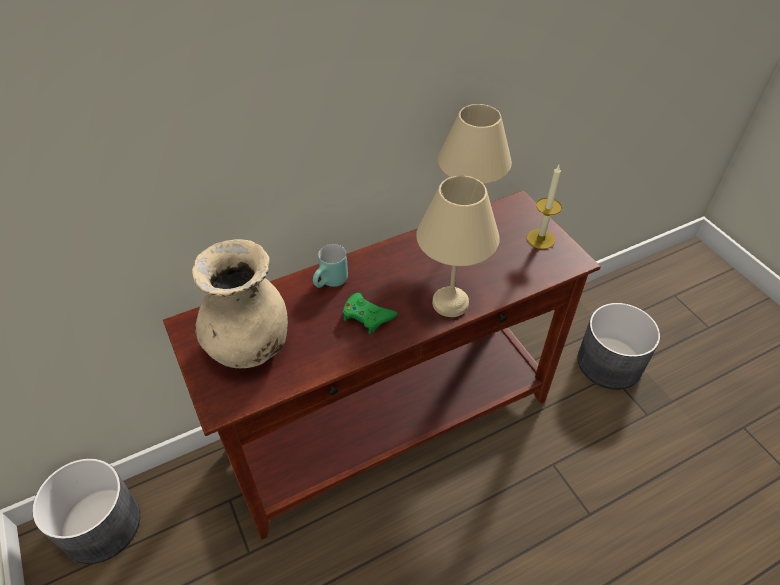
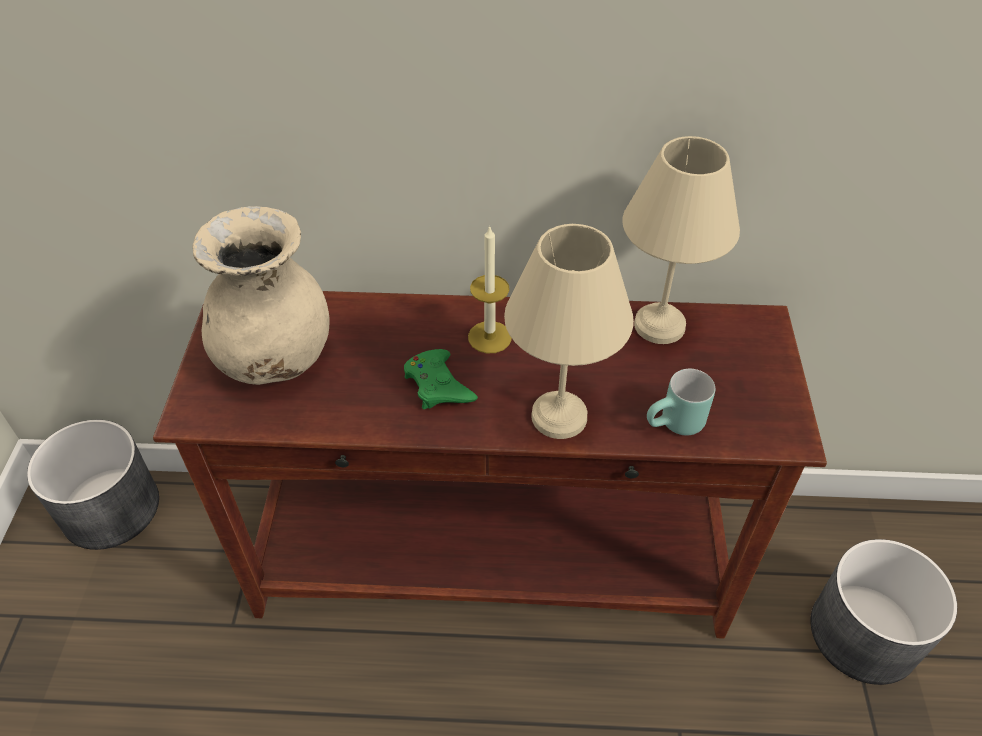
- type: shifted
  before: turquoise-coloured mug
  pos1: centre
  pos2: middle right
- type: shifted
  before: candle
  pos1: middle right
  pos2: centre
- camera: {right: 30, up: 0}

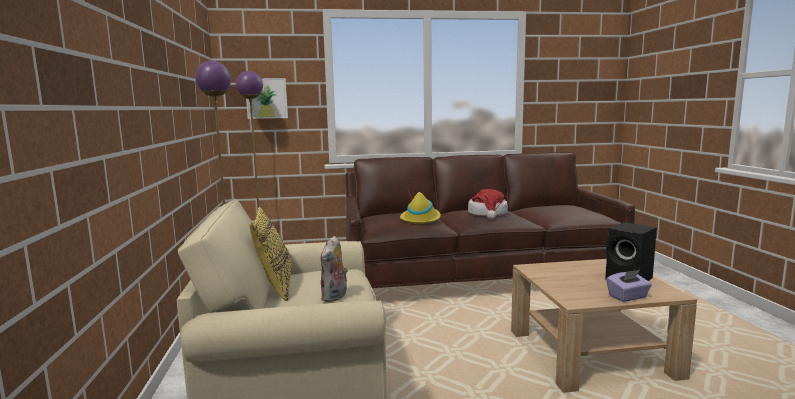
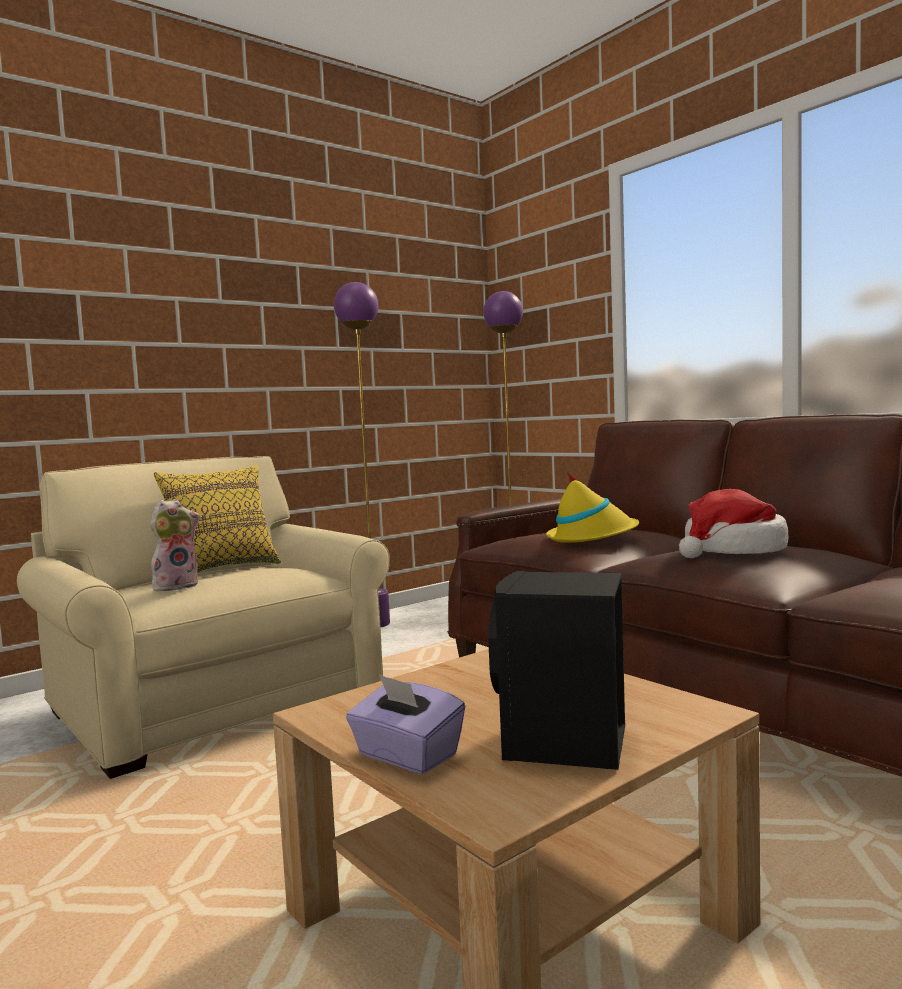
- type: gone
  before: wall picture
  pos1: top centre
- type: rotated
  before: cuddly toy
  pos1: bottom centre
  pos2: middle left
  turn: 150
- camera: {right: 60, up: -5}

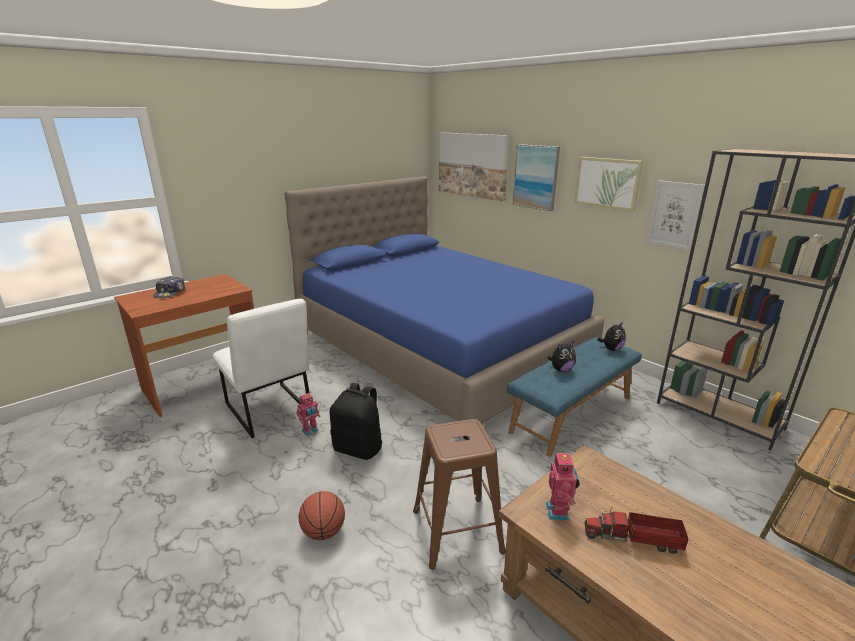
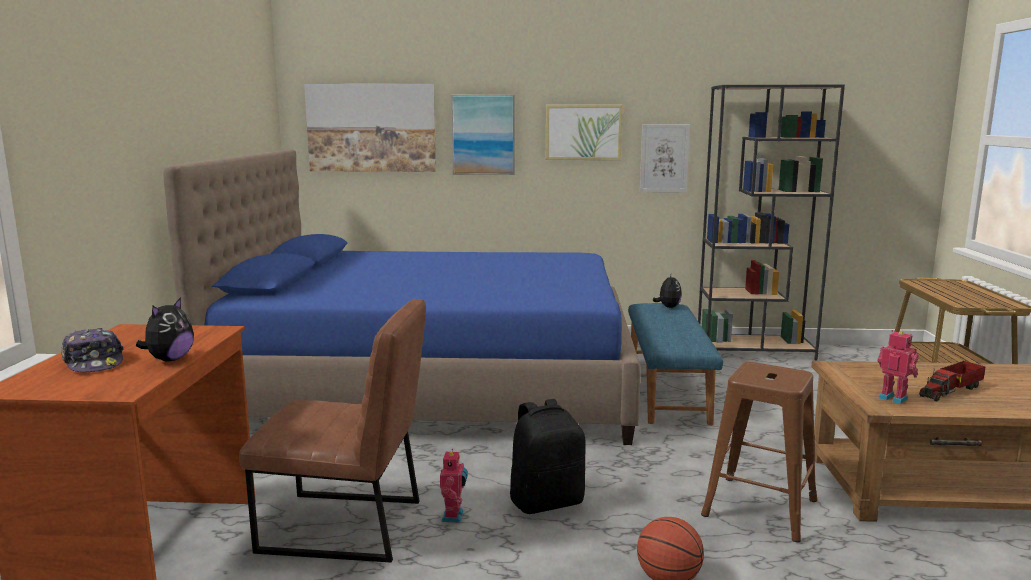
- type: repainted
  before: white plain chair
  after: brown plain chair
  pos1: middle left
  pos2: bottom left
- type: shifted
  before: cuddly toy (no. 1 from left)
  pos1: centre
  pos2: middle left
- camera: {right: -45, up: -10}

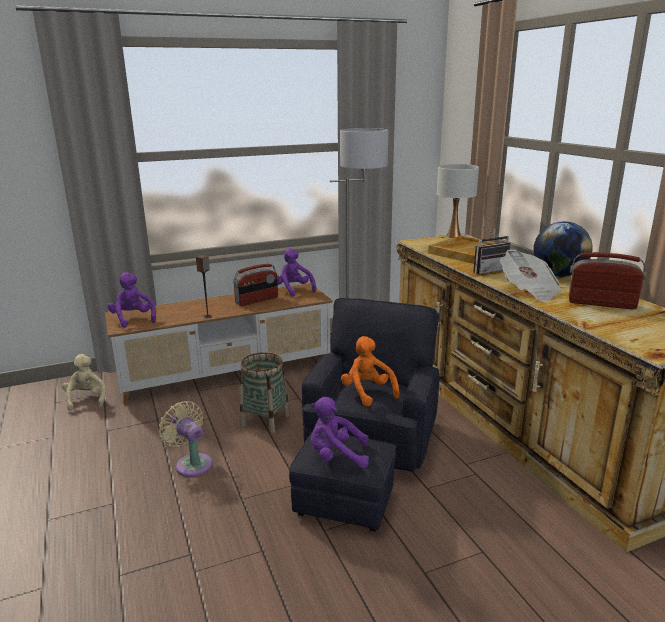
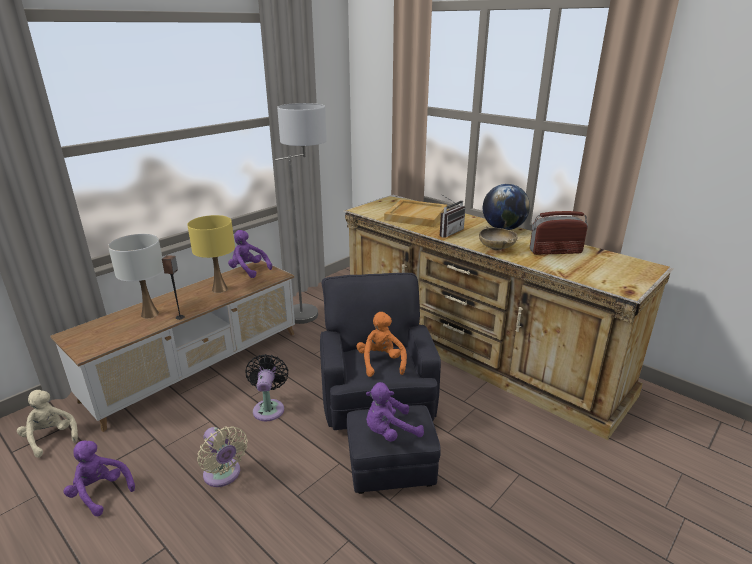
- type: shifted
  before: purple cuddly toy (no. 1 from left)
  pos1: middle left
  pos2: bottom left
- type: rotated
  before: sand-coloured electric fan
  pos1: bottom left
  pos2: bottom left
  turn: -150
- type: swapped
  before: radio receiver (no. 1 from left)
  after: yellow lamp for a table
  pos1: centre
  pos2: middle left
- type: swapped
  before: storage basket
  after: black-coloured electric fan
  pos1: centre
  pos2: bottom centre
- type: rotated
  before: orange cuddly toy
  pos1: centre
  pos2: centre
  turn: 45
- type: shifted
  before: white lamp for a table
  pos1: top right
  pos2: middle left
- type: swapped
  before: newspaper
  after: sand-coloured serving bowl
  pos1: middle right
  pos2: centre
- camera: {right: -25, up: 5}

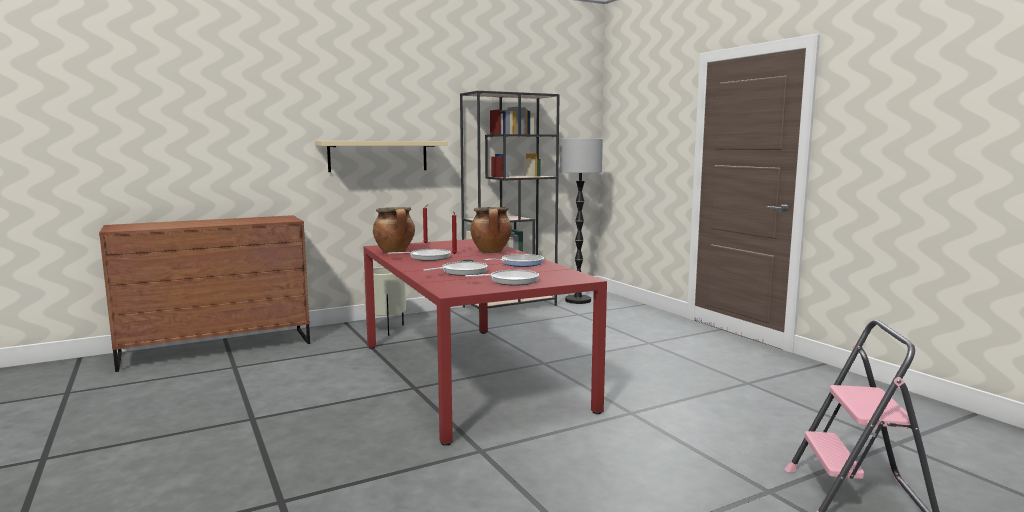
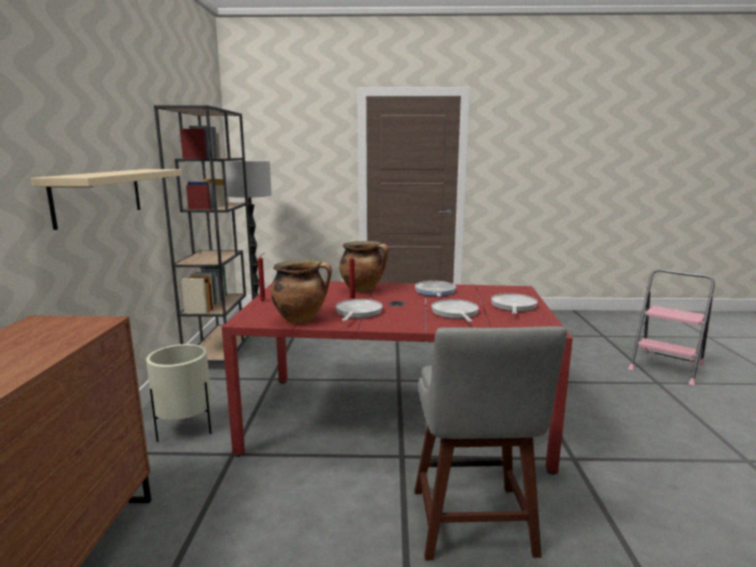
- type: new
  after: greyish plain chair
  pos2: bottom centre
- camera: {right: -60, up: 5}

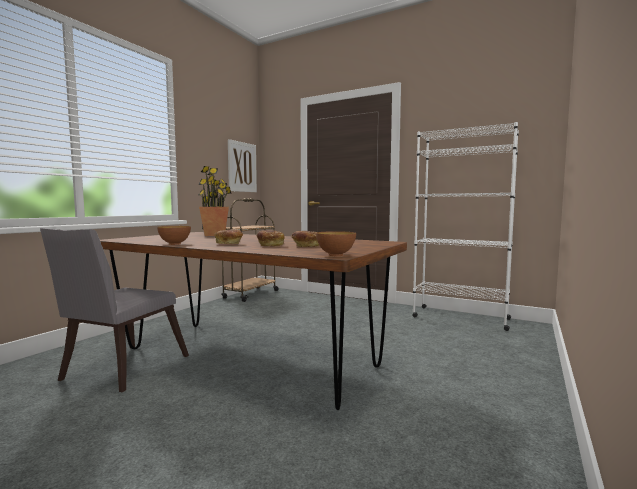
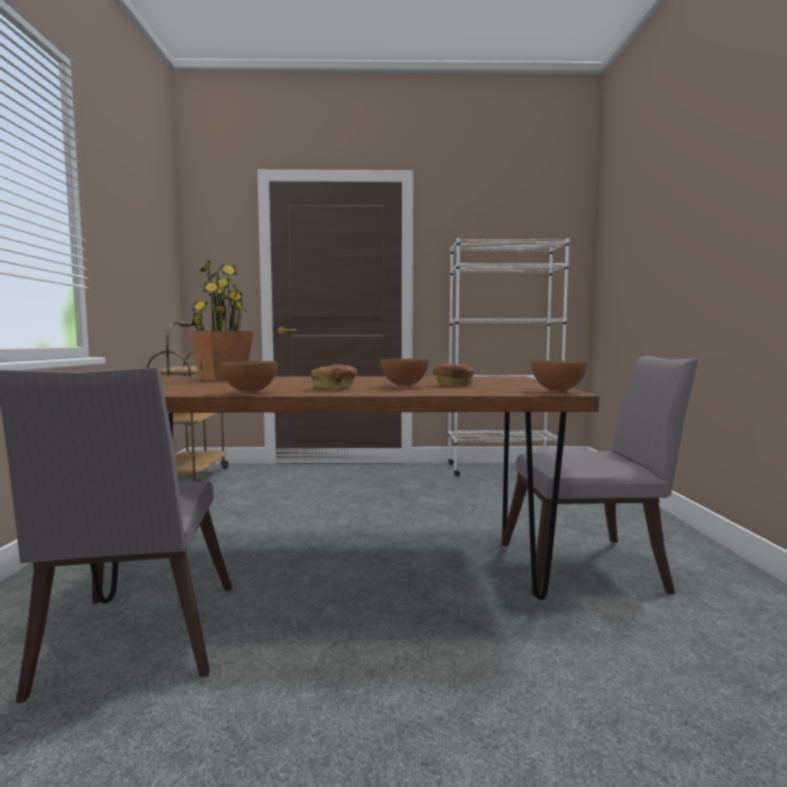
- type: gone
  before: wall picture
  pos1: centre
- type: swapped
  before: bread (no. 2 from left)
  after: serving bowl (no. 2 from left)
  pos1: centre
  pos2: centre
- type: new
  after: greyish plain chair (no. 2 from left)
  pos2: middle right
- camera: {right: -30, up: 0}

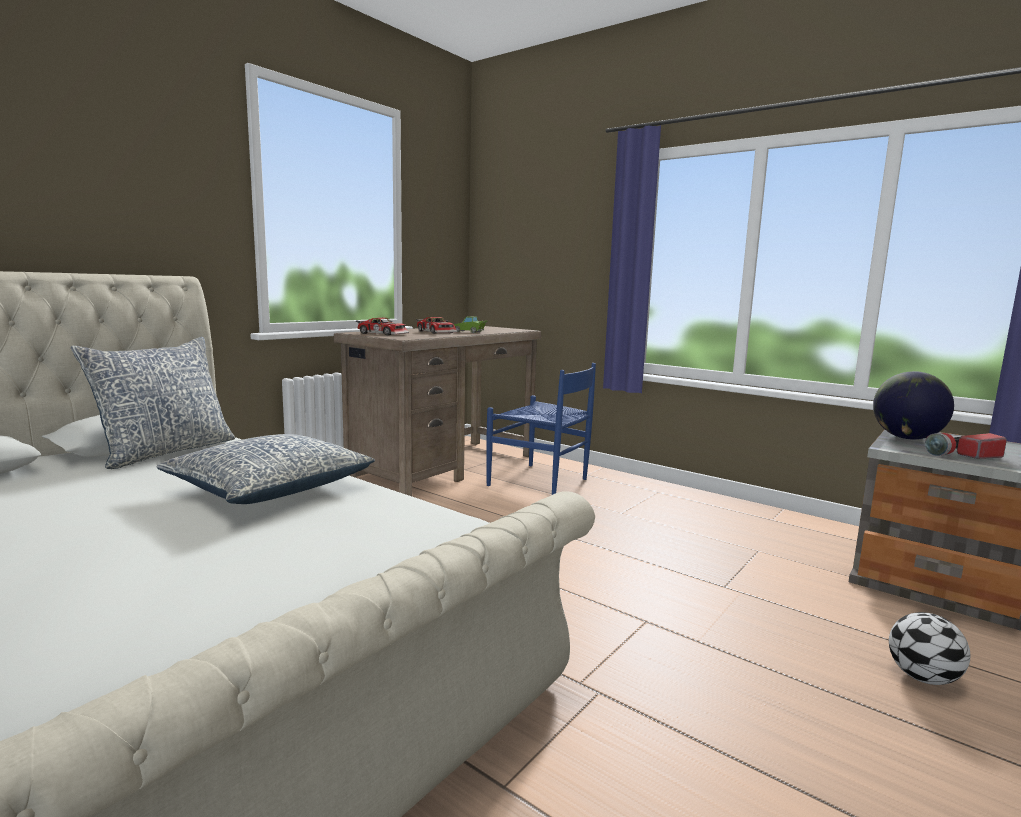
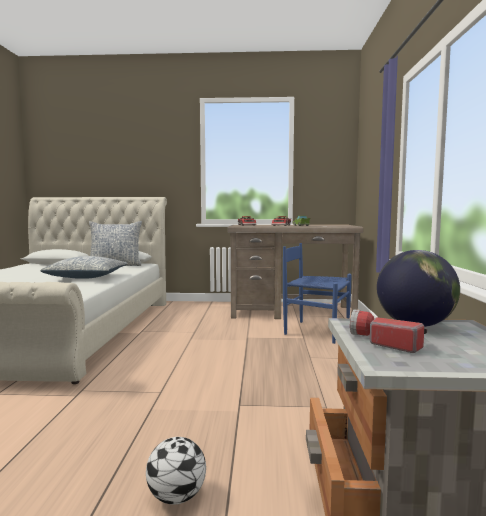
- type: rotated
  before: blue-coloured plain chair
  pos1: centre
  pos2: centre
  turn: 120
- camera: {right: 55, up: -5}

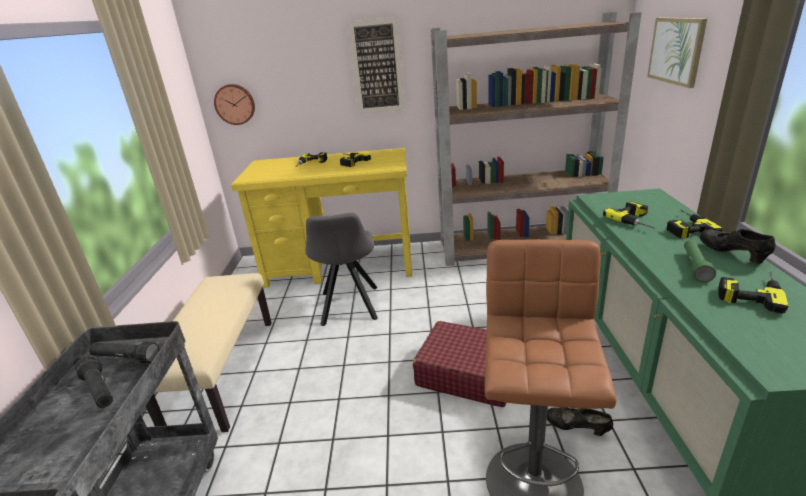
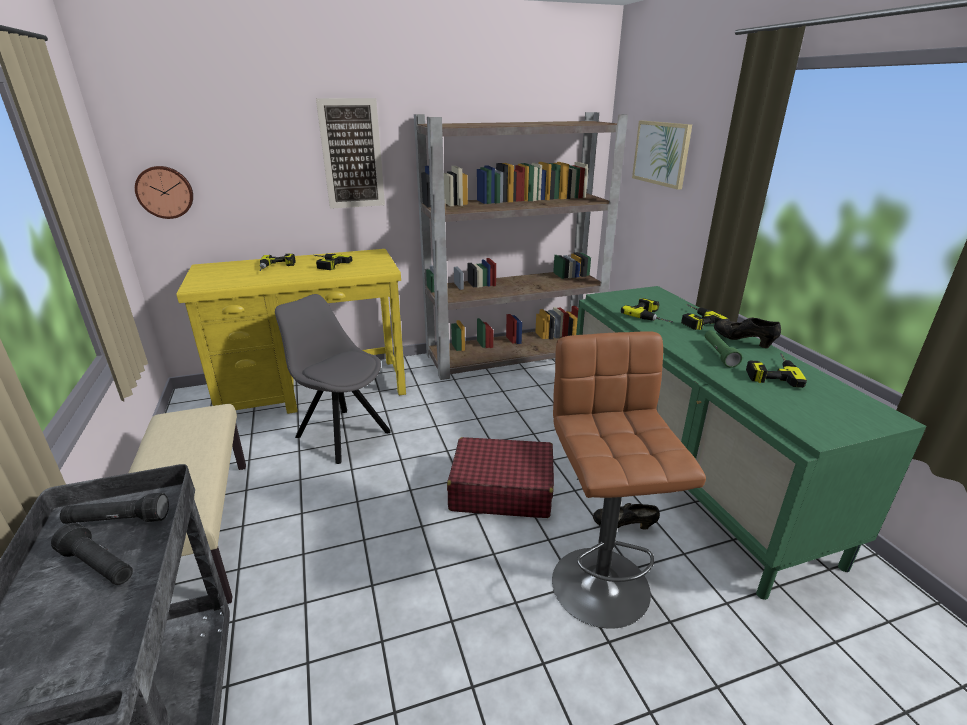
- type: rotated
  before: greyish plain chair
  pos1: centre
  pos2: centre
  turn: 150
- camera: {right: -20, up: 0}

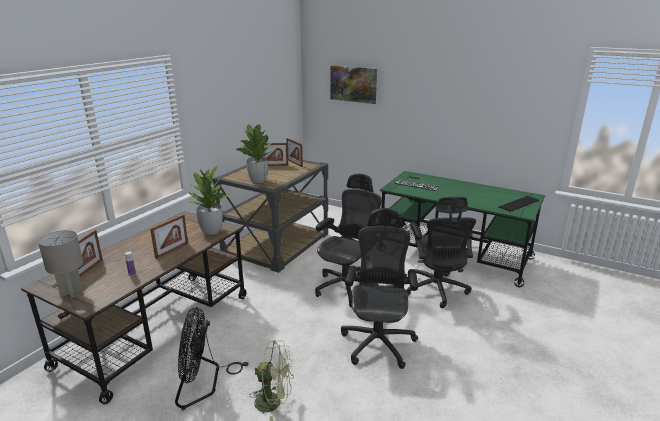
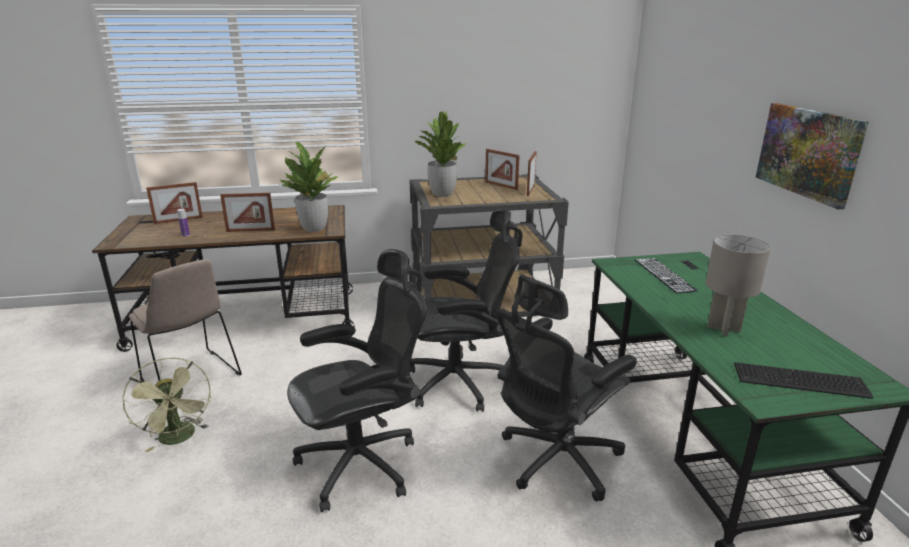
- type: shifted
  before: greyish lamp for a table
  pos1: middle left
  pos2: middle right
- type: swapped
  before: black-coloured electric fan
  after: sand-coloured plain chair
  pos1: bottom left
  pos2: middle left
- type: shifted
  before: wall picture
  pos1: top centre
  pos2: top right
- camera: {right: 50, up: 0}

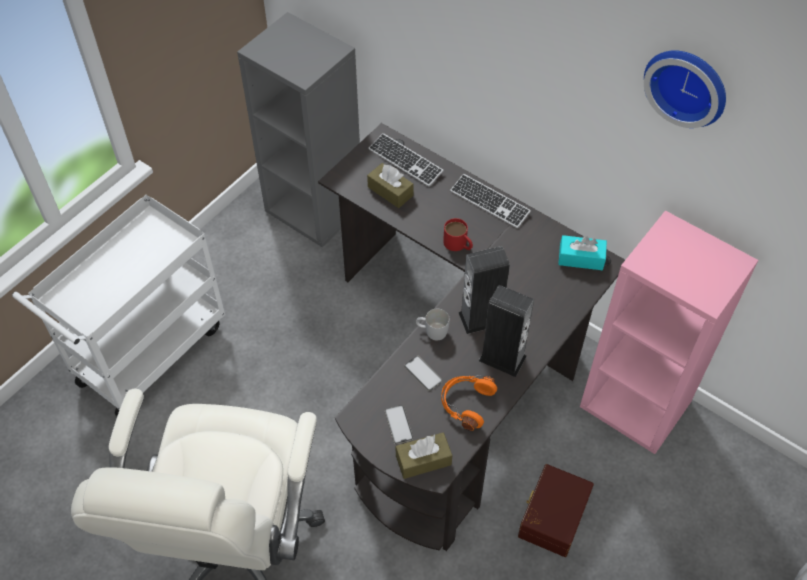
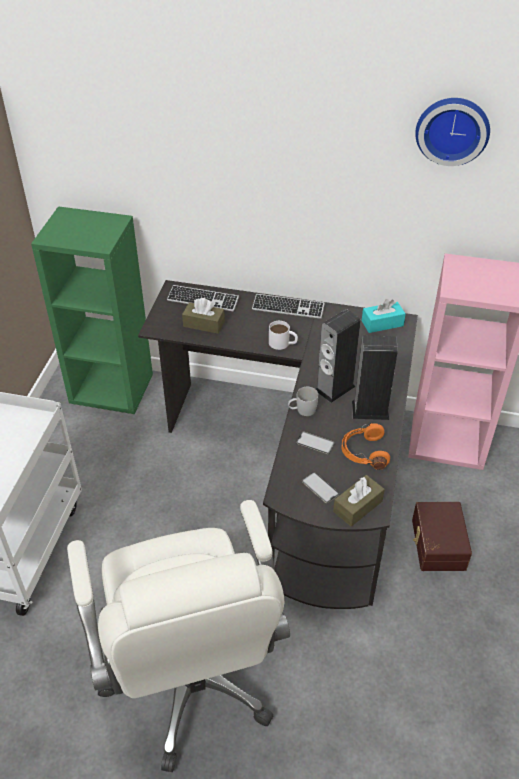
- type: repainted
  before: greyish shelving unit
  after: greenish shelving unit
  pos1: top centre
  pos2: middle left
- type: repainted
  before: red-coloured mug
  after: white mug (no. 1 from left)
  pos1: centre
  pos2: centre
- camera: {right: -25, up: -10}

